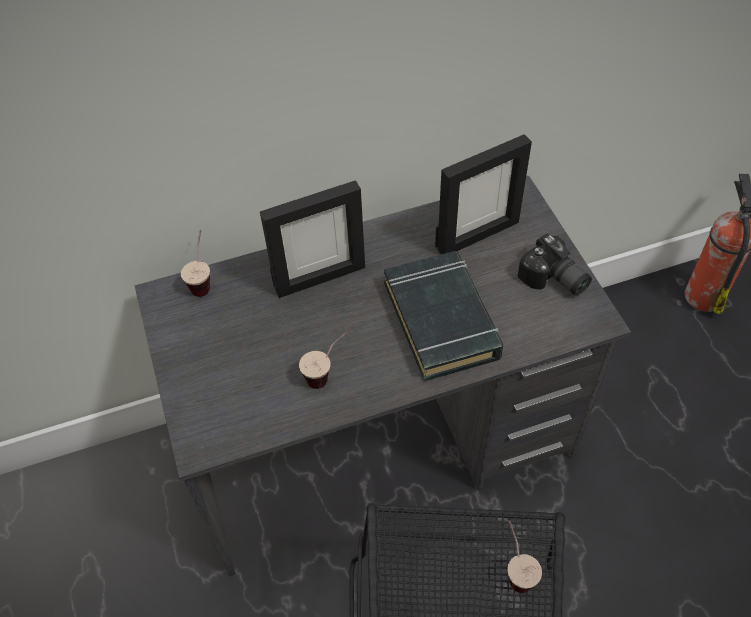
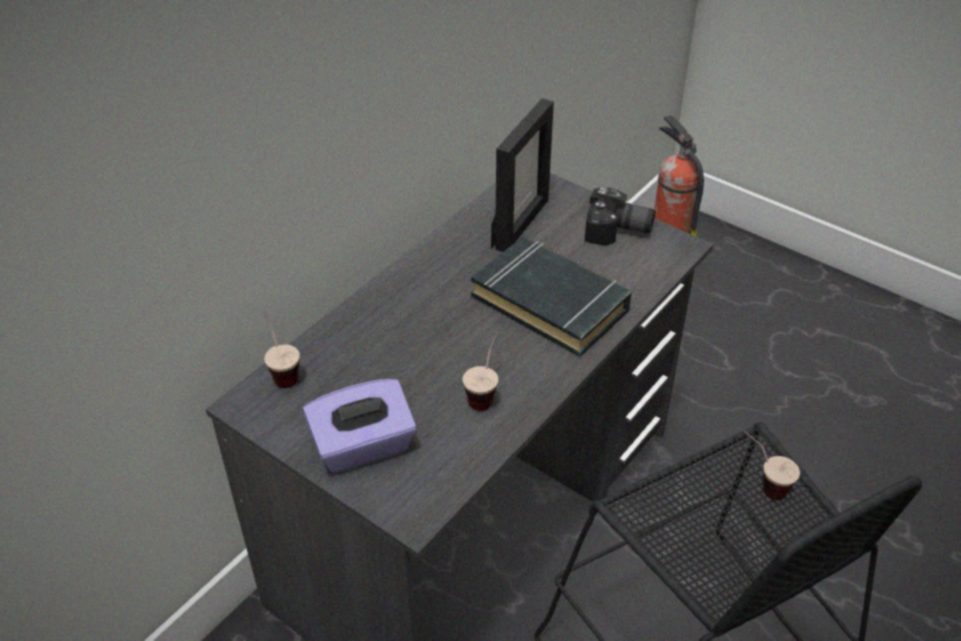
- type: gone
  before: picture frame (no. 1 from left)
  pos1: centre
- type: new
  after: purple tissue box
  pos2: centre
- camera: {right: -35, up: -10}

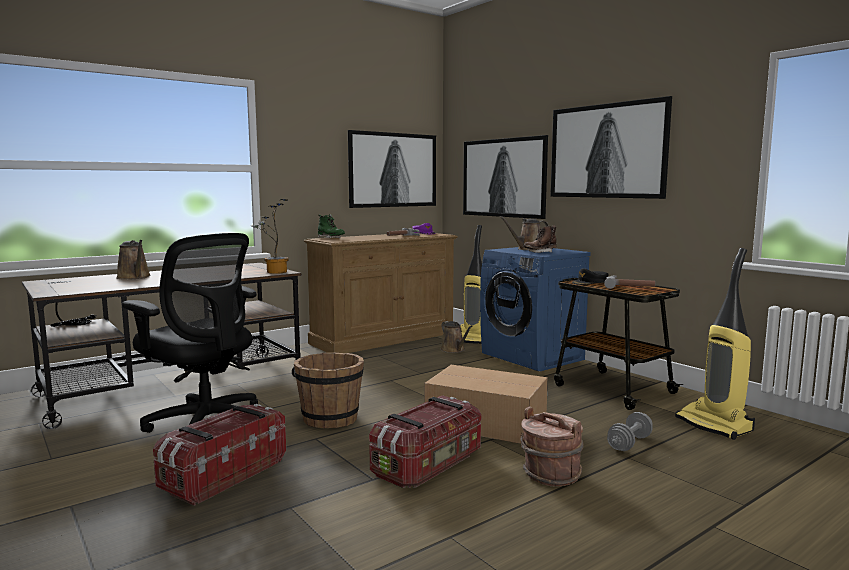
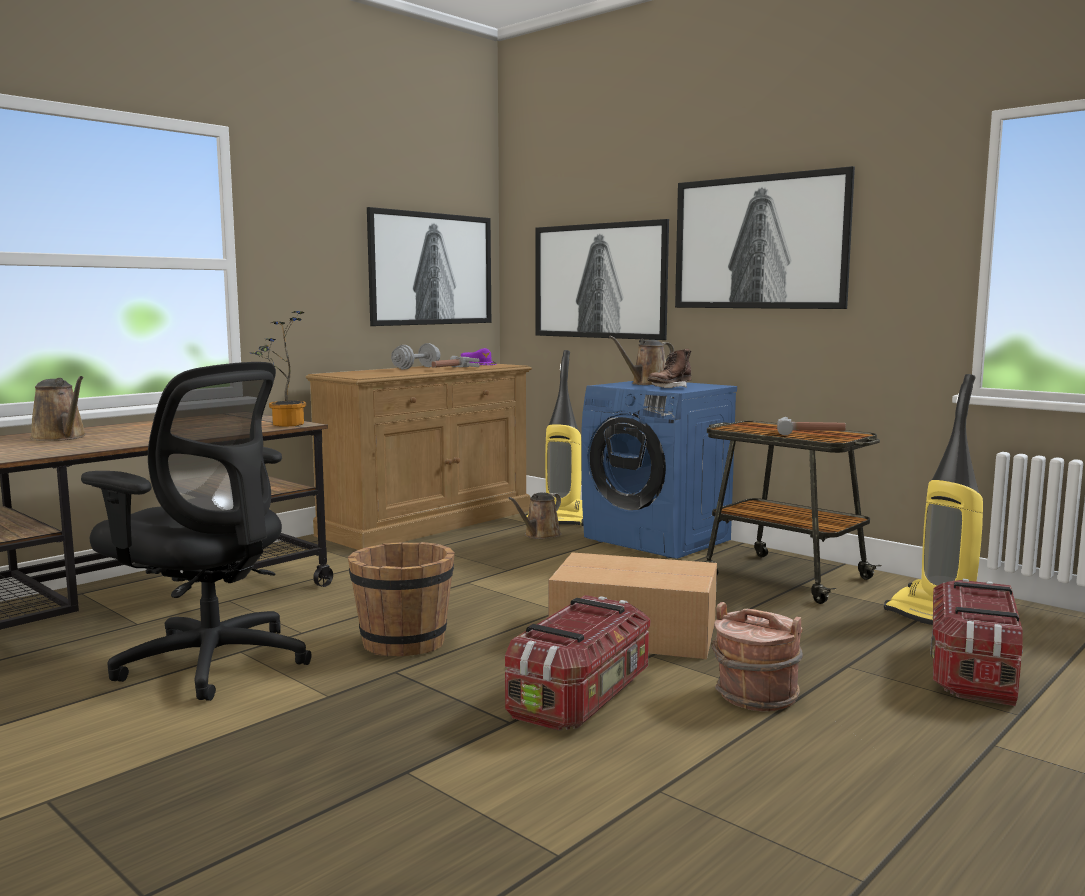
- type: shifted
  before: storage box (no. 1 from left in the first image)
  after: storage box (no. 2 from left)
  pos1: bottom left
  pos2: bottom right
- type: gone
  before: greenish tall boot
  pos1: centre
- type: rotated
  before: brown sprinkling can (no. 2 from left)
  pos1: centre
  pos2: centre
  turn: 75
- type: gone
  before: black-coloured baseball cap
  pos1: middle right
- type: shifted
  before: greyish dumbbell
  pos1: bottom right
  pos2: centre
- camera: {right: -10, up: 0}

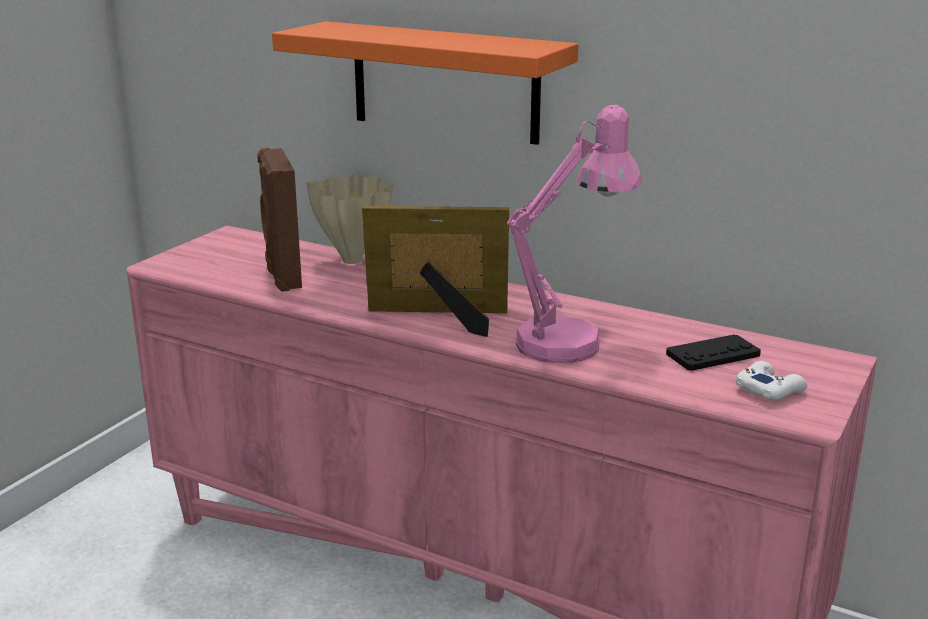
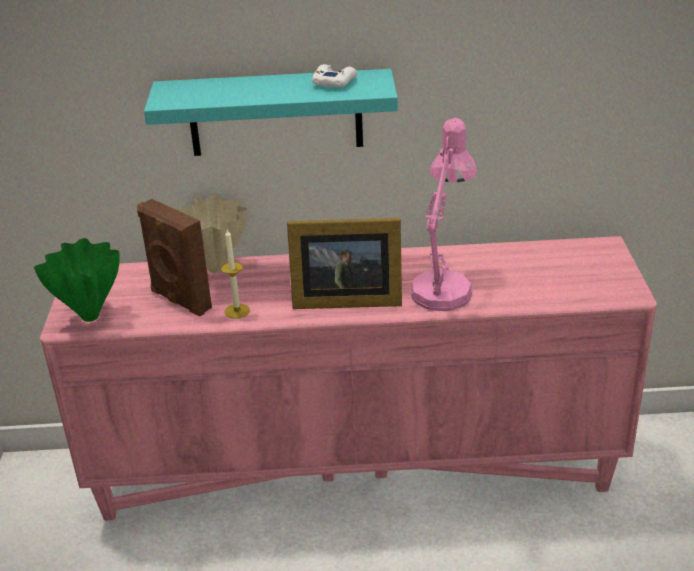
- type: repainted
  before: orange wall shelf
  after: turquoise-coloured wall shelf
  pos1: top centre
  pos2: top centre
- type: rotated
  before: picture frame
  pos1: centre
  pos2: centre
  turn: -150
- type: gone
  before: black-coloured gamepad
  pos1: middle right
- type: shifted
  before: white gamepad
  pos1: middle right
  pos2: top centre
- type: new
  after: greenish vase
  pos2: middle left
- type: new
  after: candle
  pos2: centre
- camera: {right: -30, up: 10}

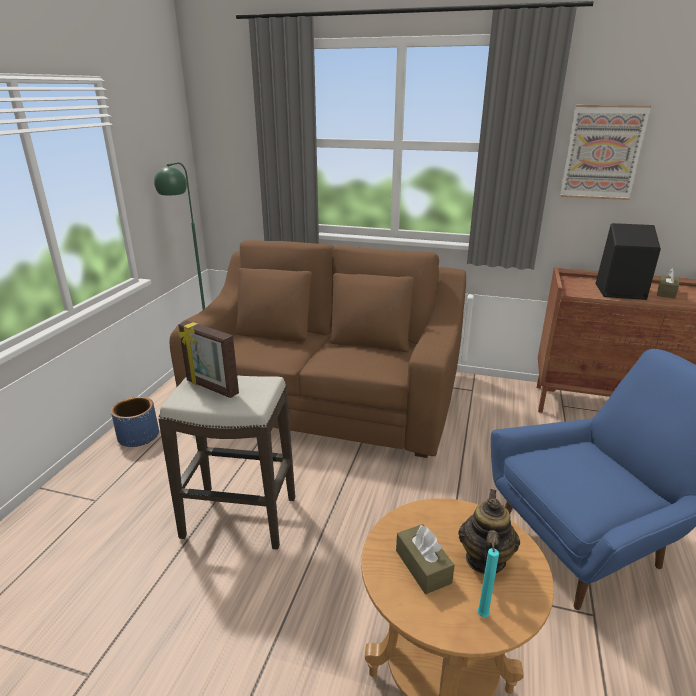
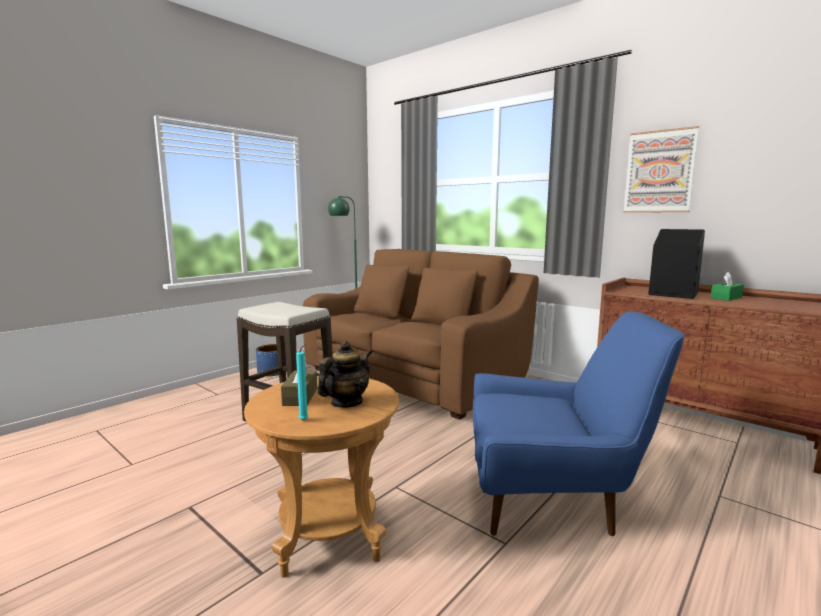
- type: gone
  before: picture frame
  pos1: middle left
- type: repainted
  before: brown tissue box (no. 2 from left)
  after: greenish tissue box
  pos1: middle right
  pos2: middle right
- camera: {right: 25, up: -15}

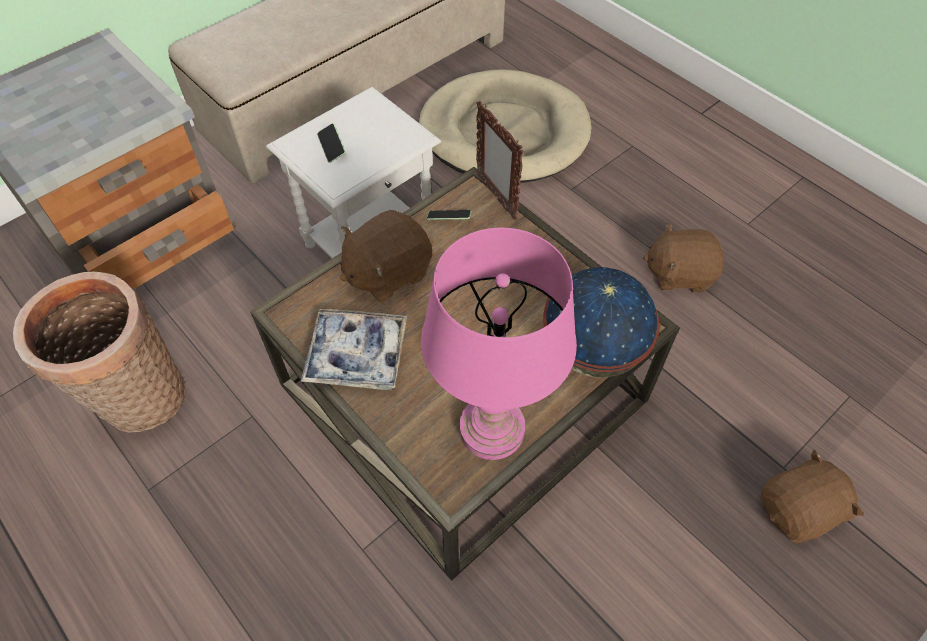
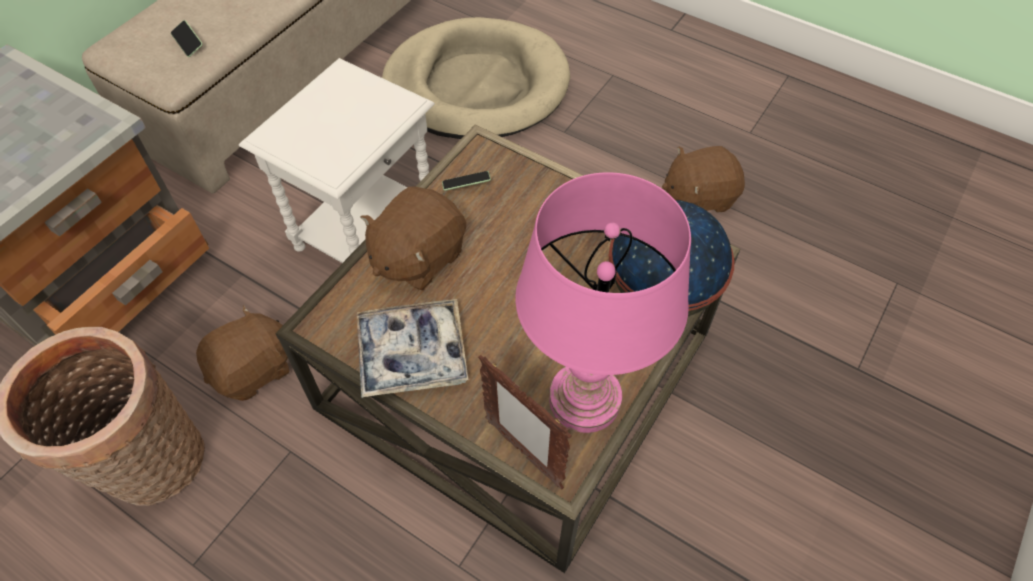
- type: shifted
  before: handset (no. 1 from left)
  pos1: top centre
  pos2: top left
- type: shifted
  before: picture frame
  pos1: top centre
  pos2: bottom centre
- type: shifted
  before: brown cuddly toy (no. 3 from left in the first image)
  after: brown cuddly toy (no. 1 from left)
  pos1: bottom right
  pos2: middle left
- camera: {right: -15, up: 0}

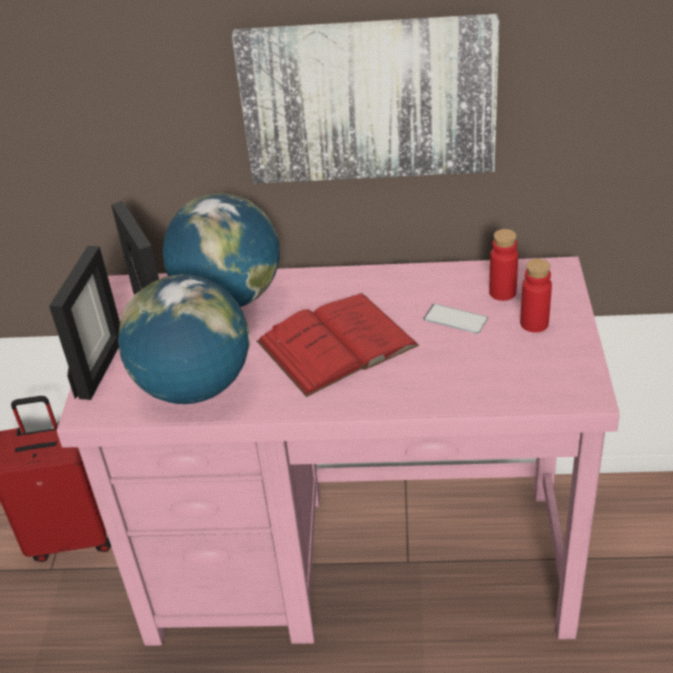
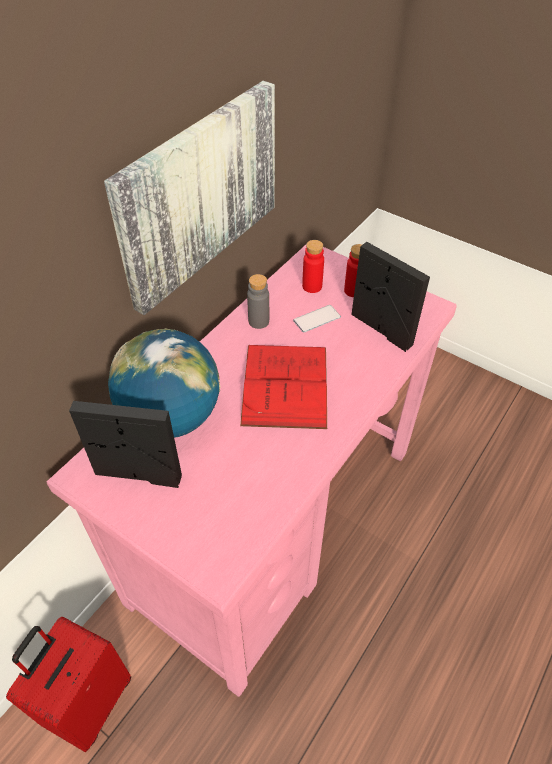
- type: shifted
  before: picture frame (no. 1 from left in the first image)
  after: picture frame (no. 2 from left)
  pos1: middle left
  pos2: middle right
- type: gone
  before: globe (no. 1 from left)
  pos1: middle left
- type: new
  after: greyish beverage bottle
  pos2: centre
- camera: {right: -60, up: 10}

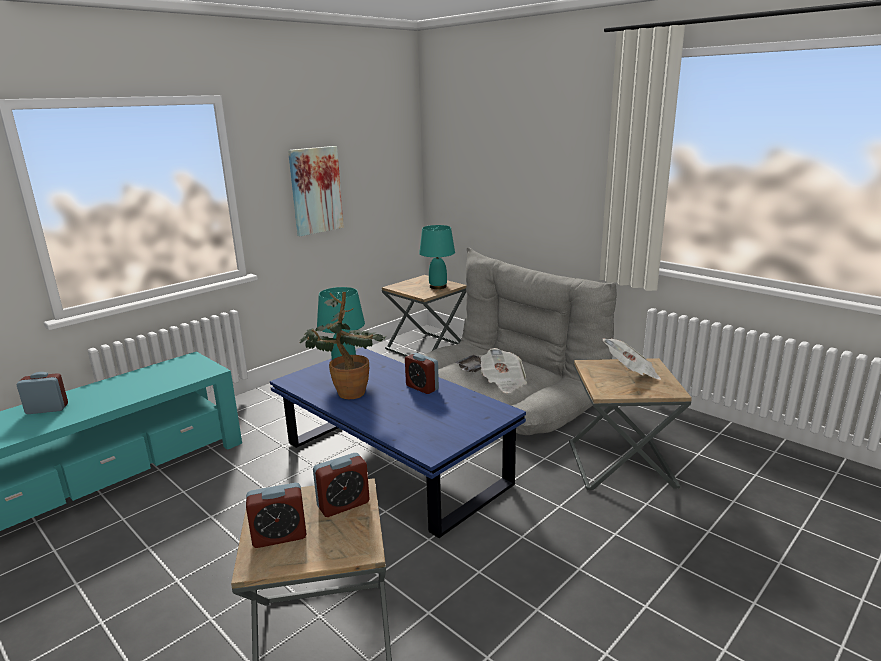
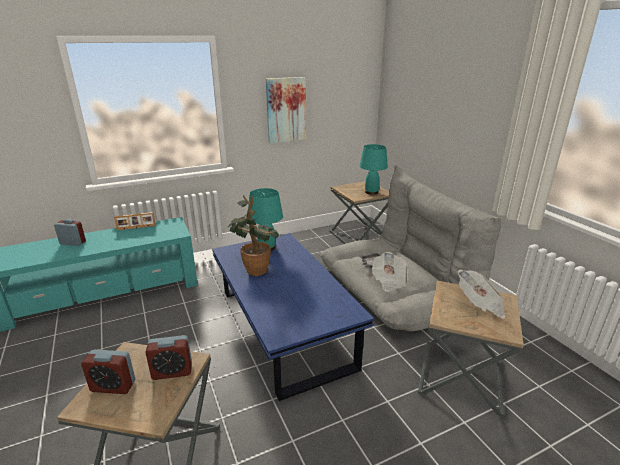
- type: gone
  before: table clock (no. 4 from left)
  pos1: centre
- type: new
  after: picture frame
  pos2: middle left
- camera: {right: 20, up: 5}

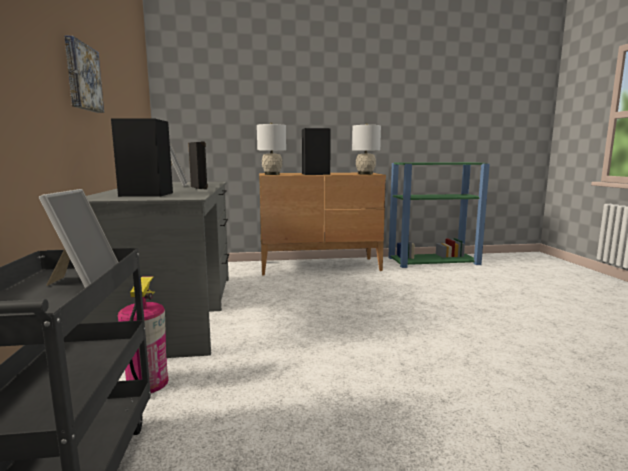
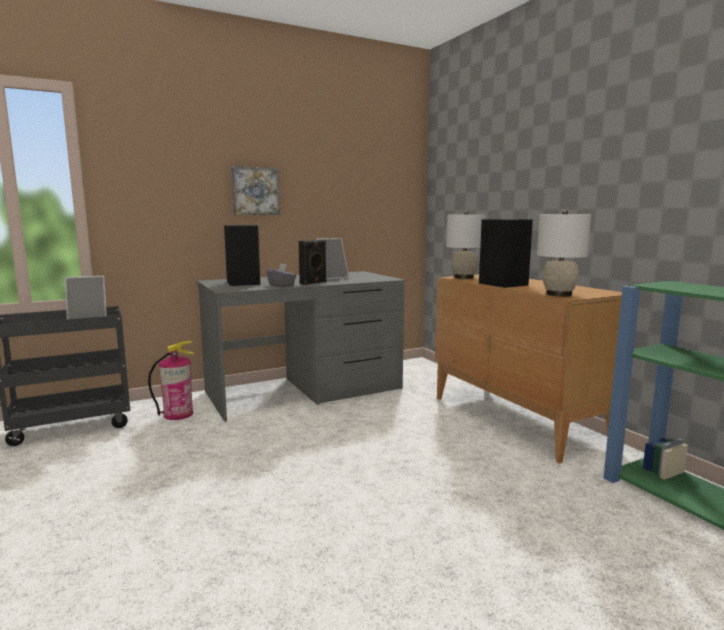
- type: new
  after: greyish tissue box
  pos2: centre
- camera: {right: 70, up: 0}

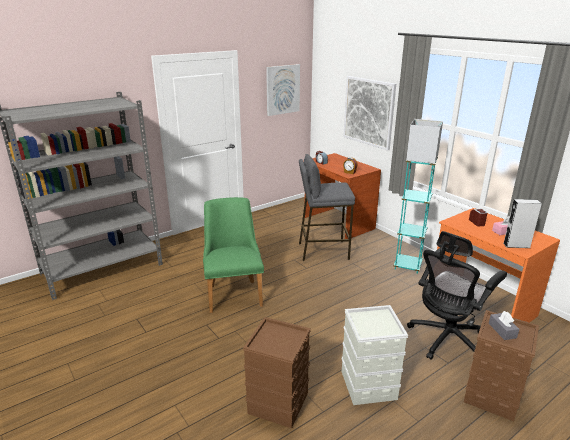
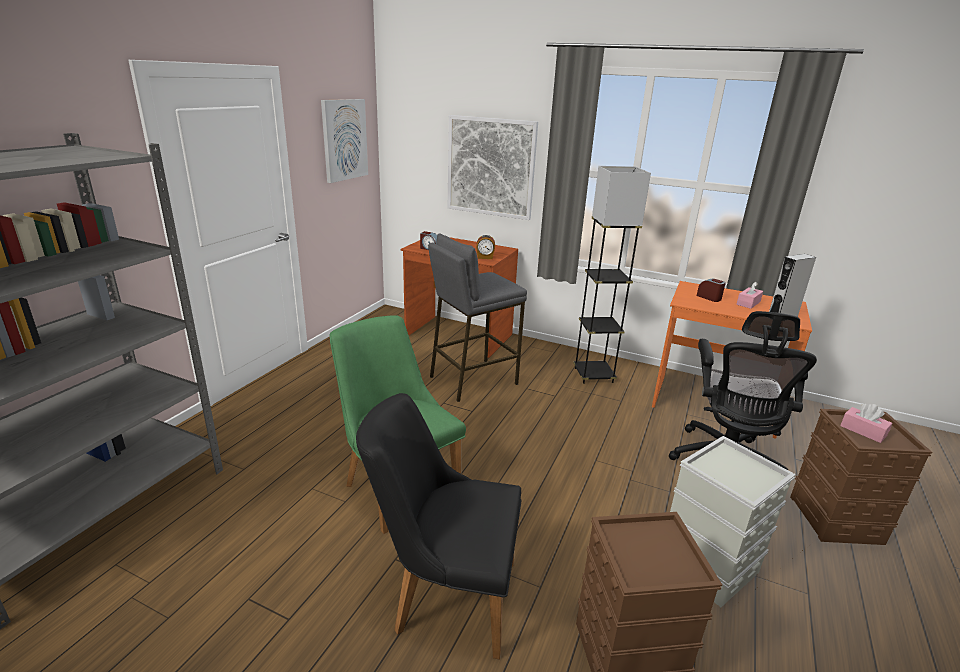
- type: repainted
  before: turquoise-coloured standard lamp
  after: greyish standard lamp
  pos1: middle right
  pos2: centre
- type: repainted
  before: greyish tissue box
  after: pinkish tissue box (no. 2 from left)
  pos1: bottom right
  pos2: middle right
- type: new
  after: black-coloured plain chair
  pos2: bottom centre
- camera: {right: -30, up: 0}

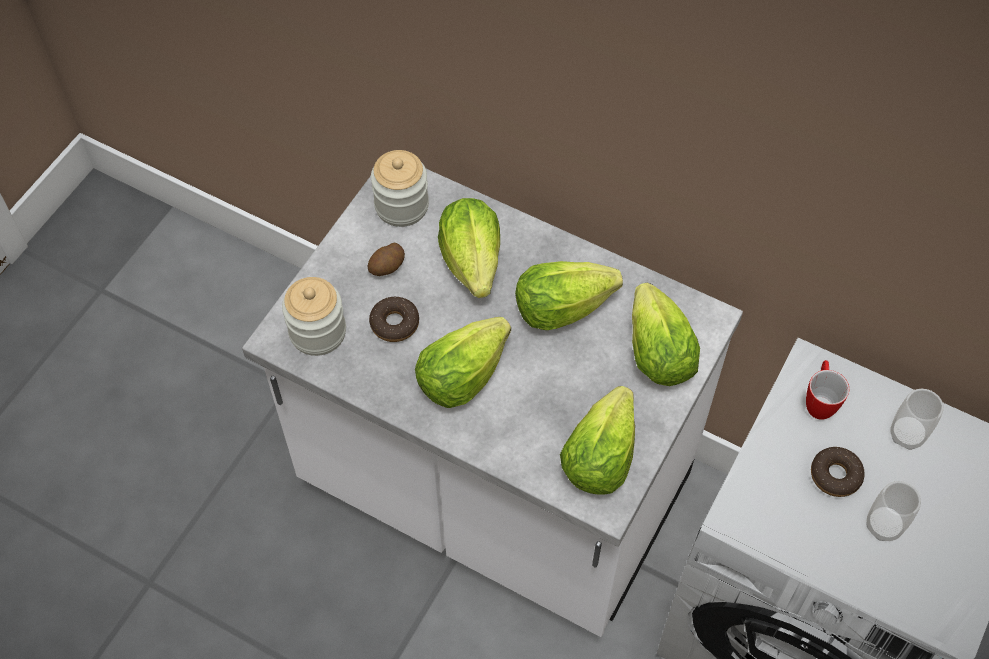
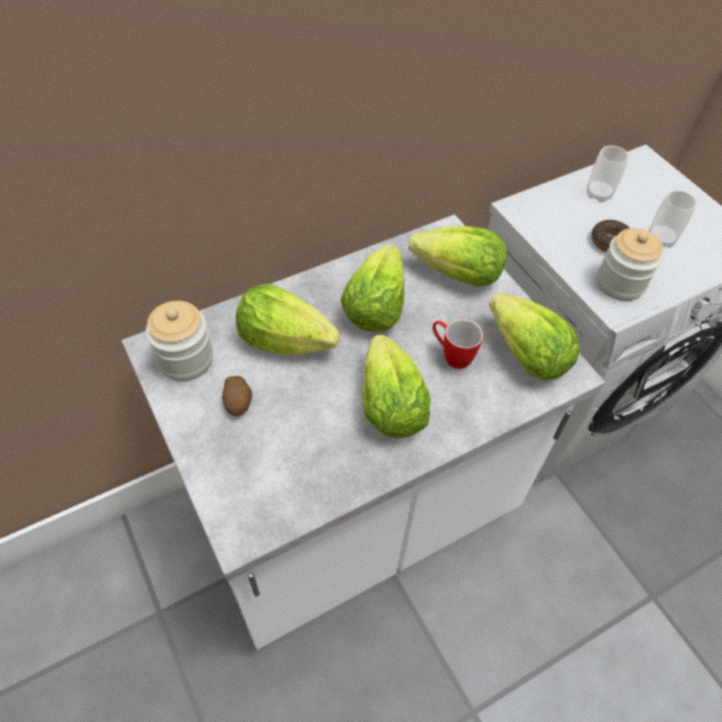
- type: shifted
  before: jar (no. 1 from left in the first image)
  after: jar (no. 2 from left)
  pos1: middle left
  pos2: middle right
- type: gone
  before: doughnut (no. 1 from left)
  pos1: centre
- type: shifted
  before: mug
  pos1: middle right
  pos2: centre
- camera: {right: -60, up: -5}

